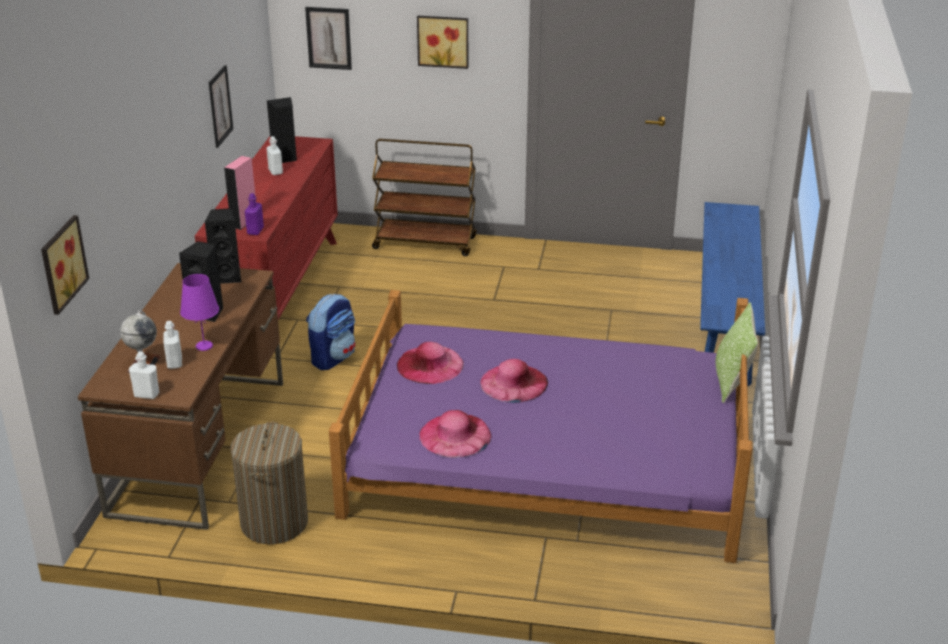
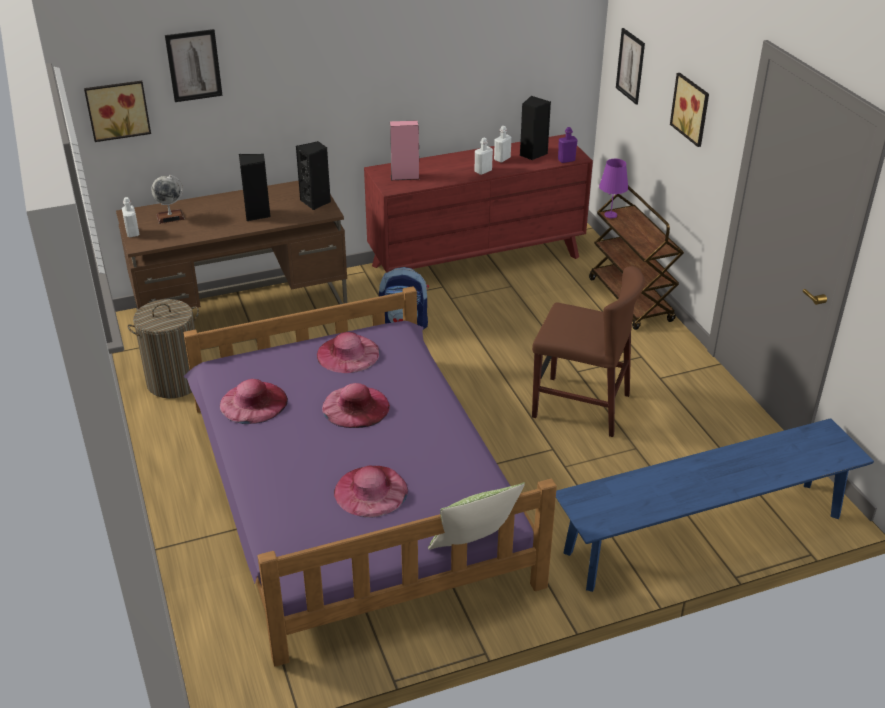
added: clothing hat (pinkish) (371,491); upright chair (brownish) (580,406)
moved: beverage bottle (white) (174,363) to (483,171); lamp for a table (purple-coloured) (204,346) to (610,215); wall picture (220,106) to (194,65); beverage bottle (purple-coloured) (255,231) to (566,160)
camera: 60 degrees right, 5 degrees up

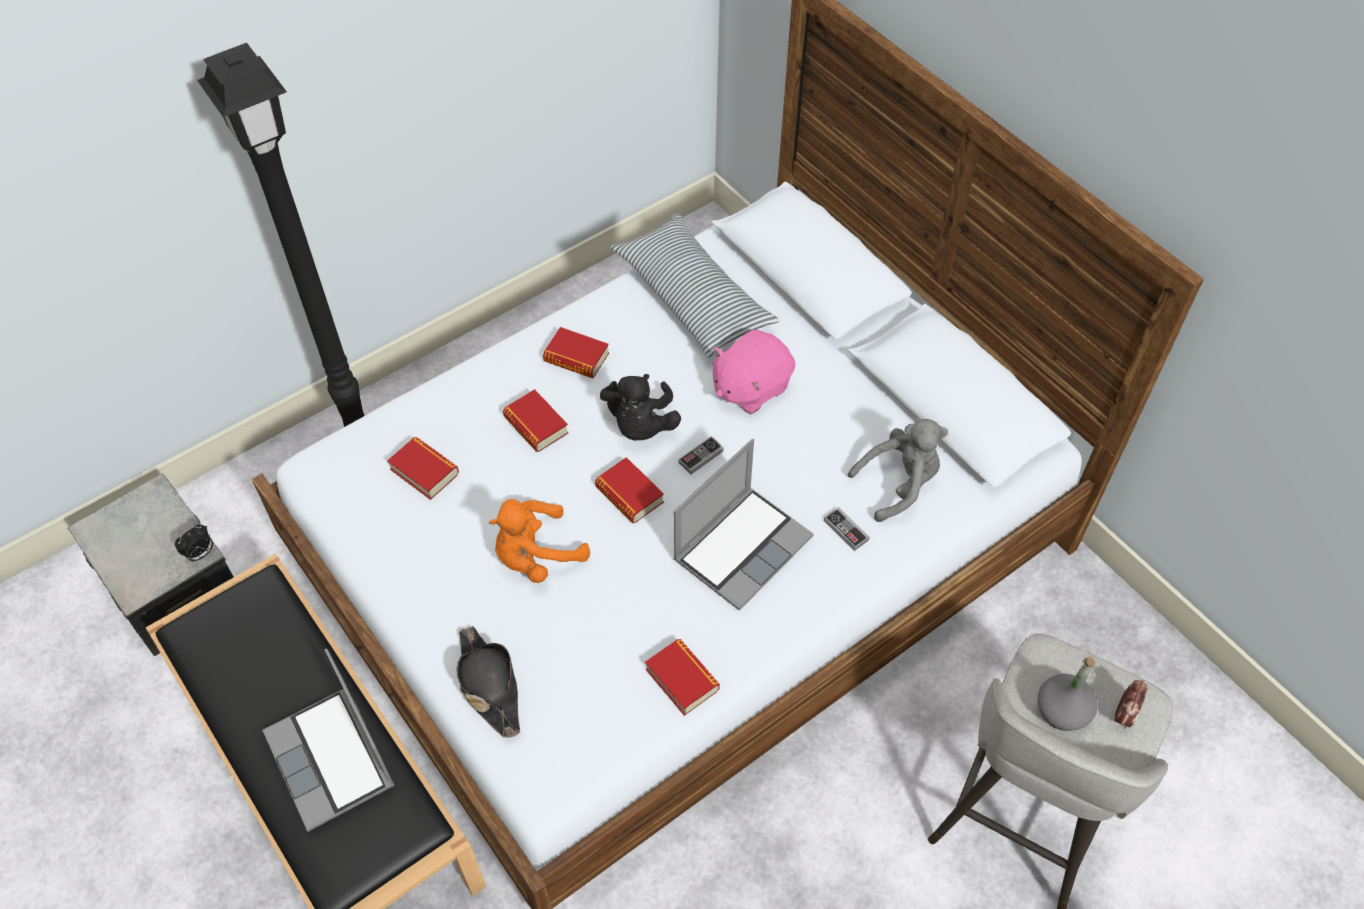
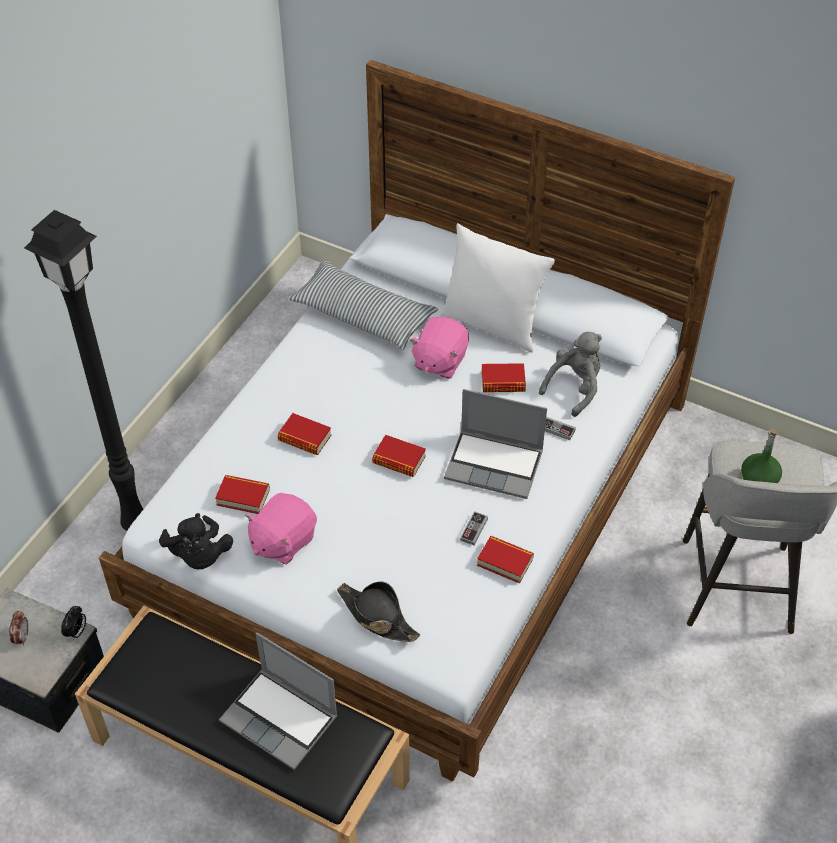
removed: plush toy (orangey) (536,556)
added: plush toy (pinkish) (282,541); cushion (white) (493,324)
moved: bound book (576,358) to (503,382); plush toy (black-coloured) (640,425) to (199,556); game controller (701,457) to (474,529); bedside clock (1123,715) to (22,637)
recoloured: beverage bottle (greyish) (1062,710) to beverage bottle (greenish) (759,479)
turned: laptop (742,547) = (495,465) 90 degrees clockwise
camera: 25 degrees left, 5 degrees down

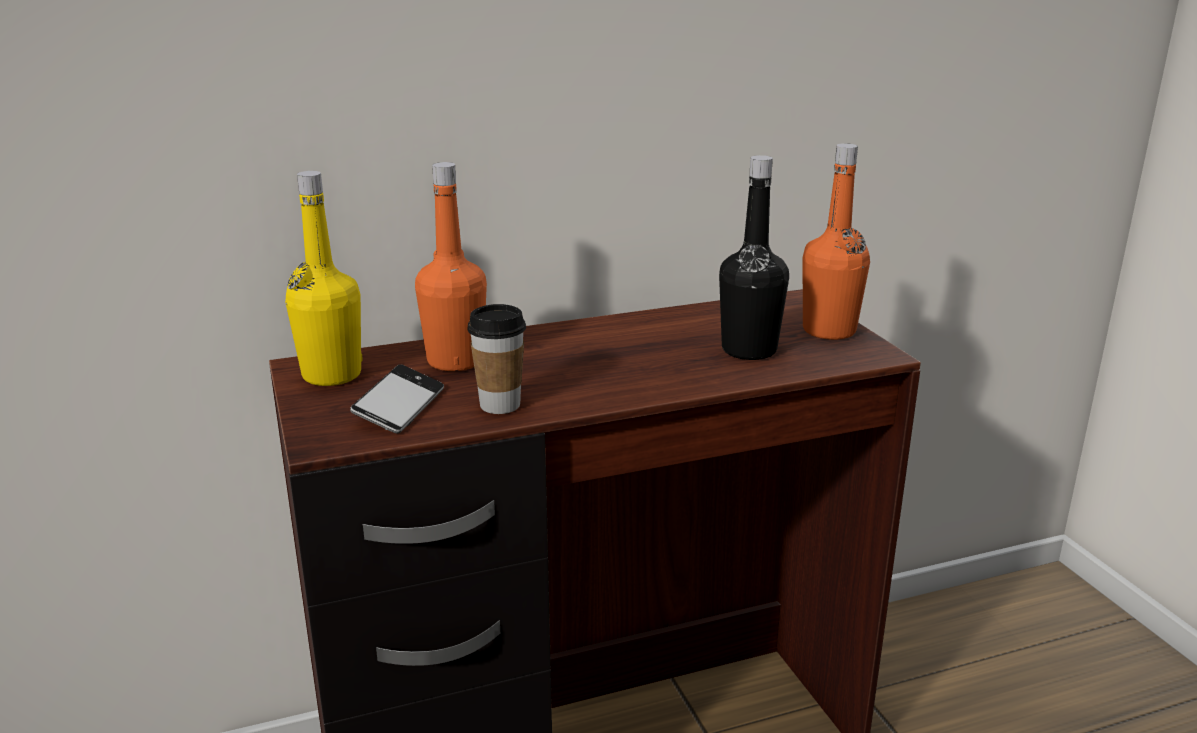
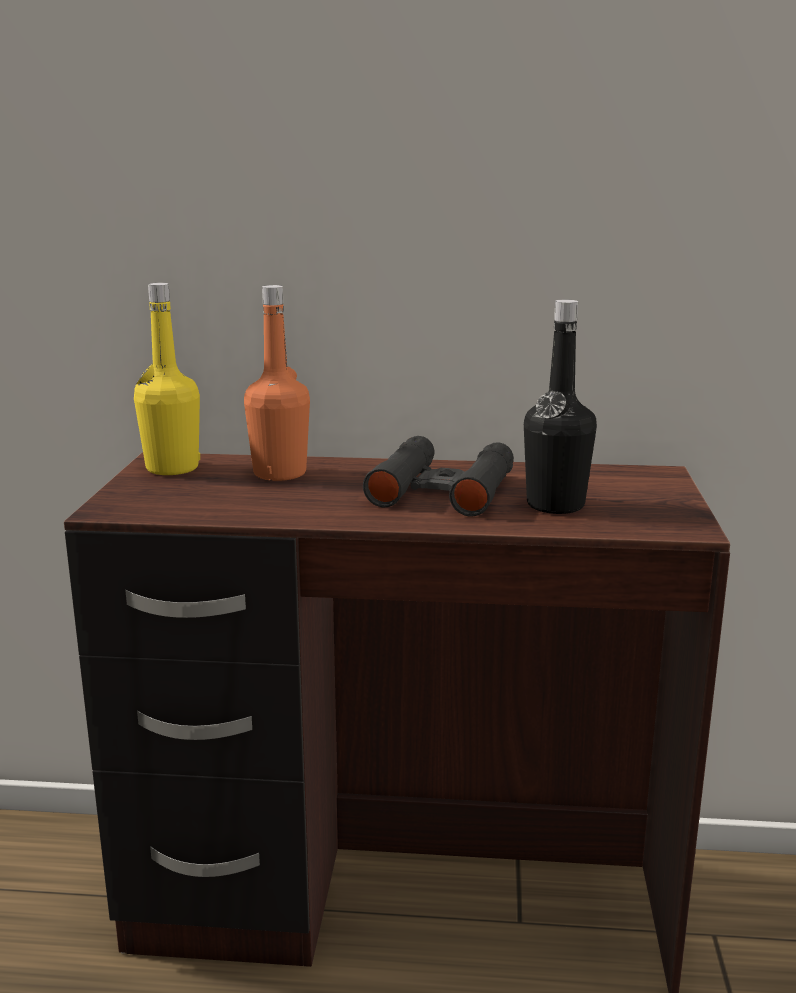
removed: handset (399,407); cup (500,405); beverage bottle (orangey) (829,330)
added: field glasses (black-coloured) (442,490)
camera: 25 degrees right, 5 degrees down

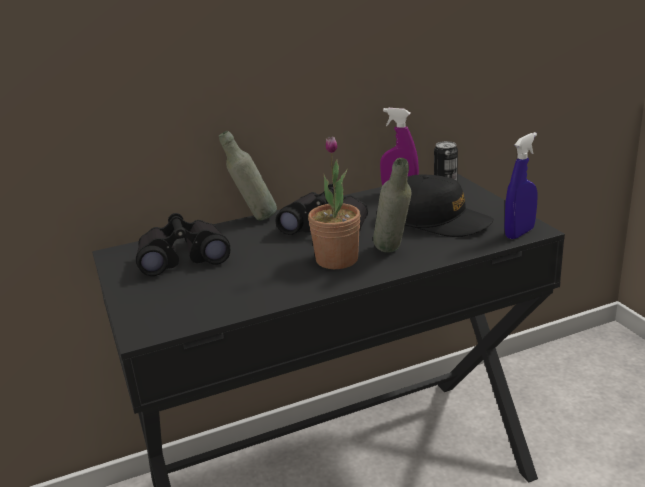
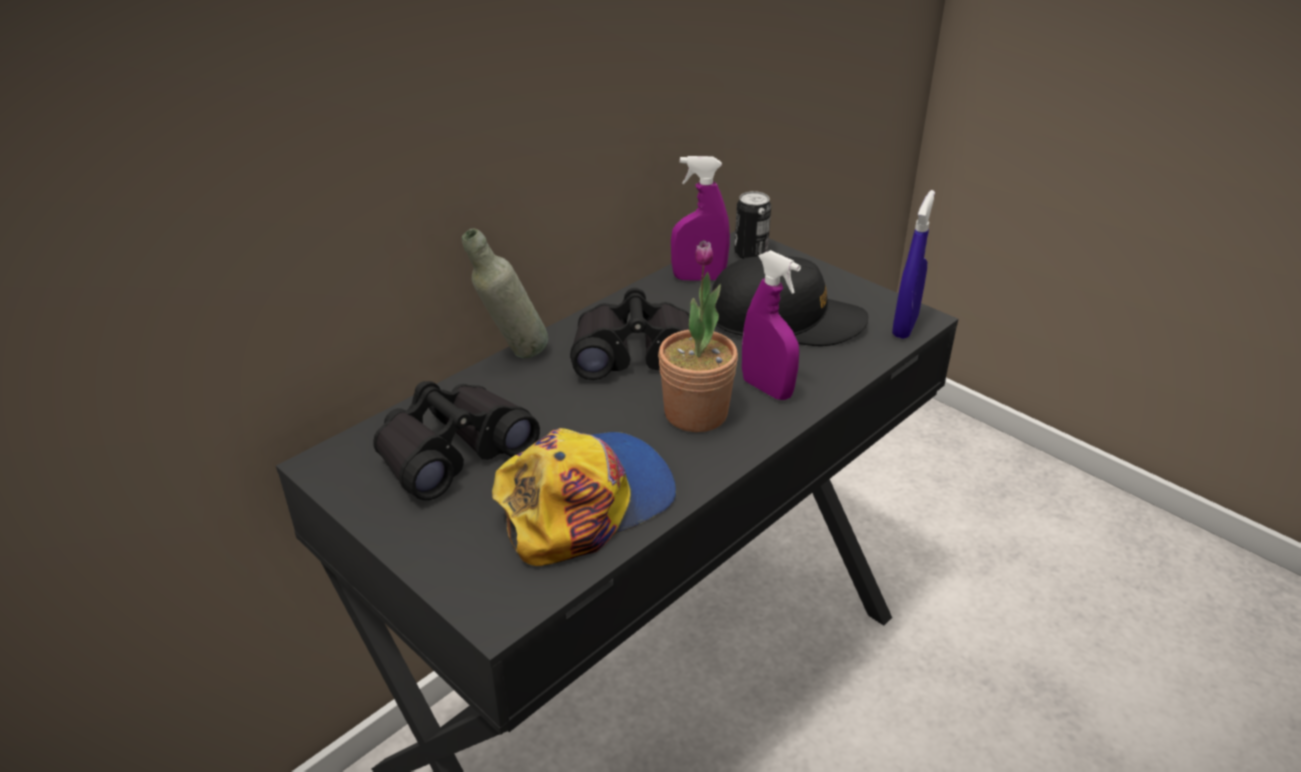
added: peaked cap (585,501)
replaced: beverage bottle (greyish) (393,253) to spray bottle (purple-coloured) (767,389)
camera: 25 degrees left, 10 degrees up

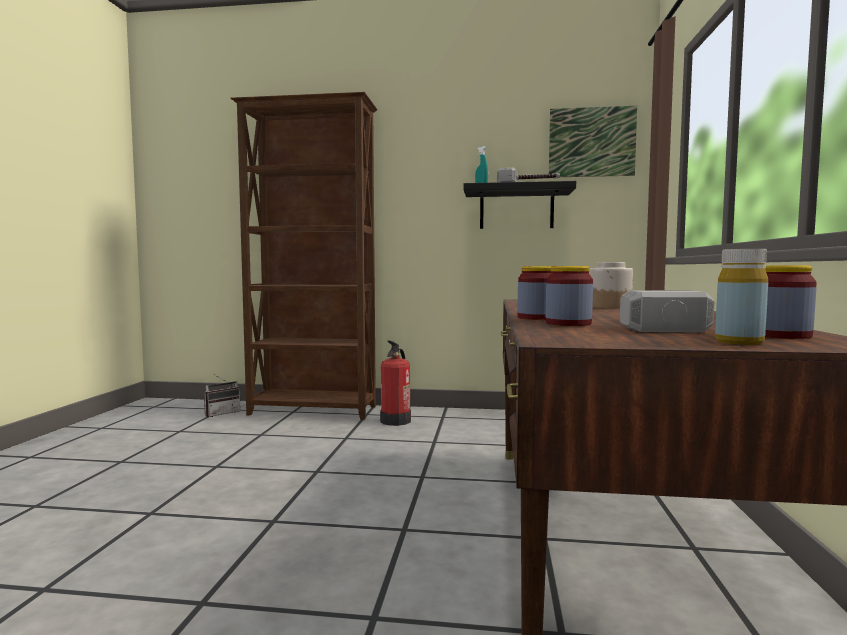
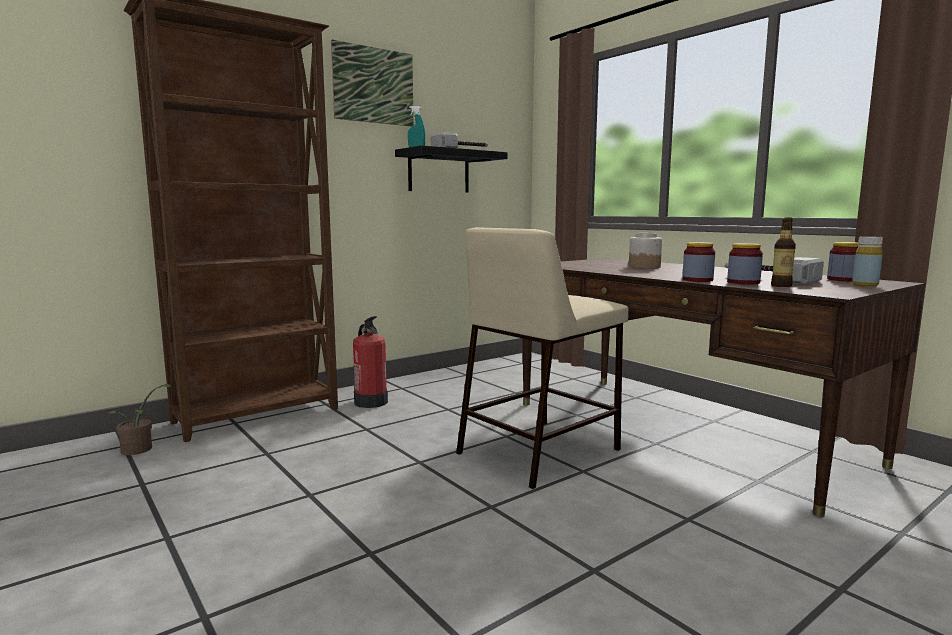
added: stool (beige-coloured) (540,450); beverage bottle (781,286)
moved: wall picture (591,142) to (373,85)
replaced: radio (221,413) to houseplant (140,450)
camera: 45 degrees left, 5 degrees up

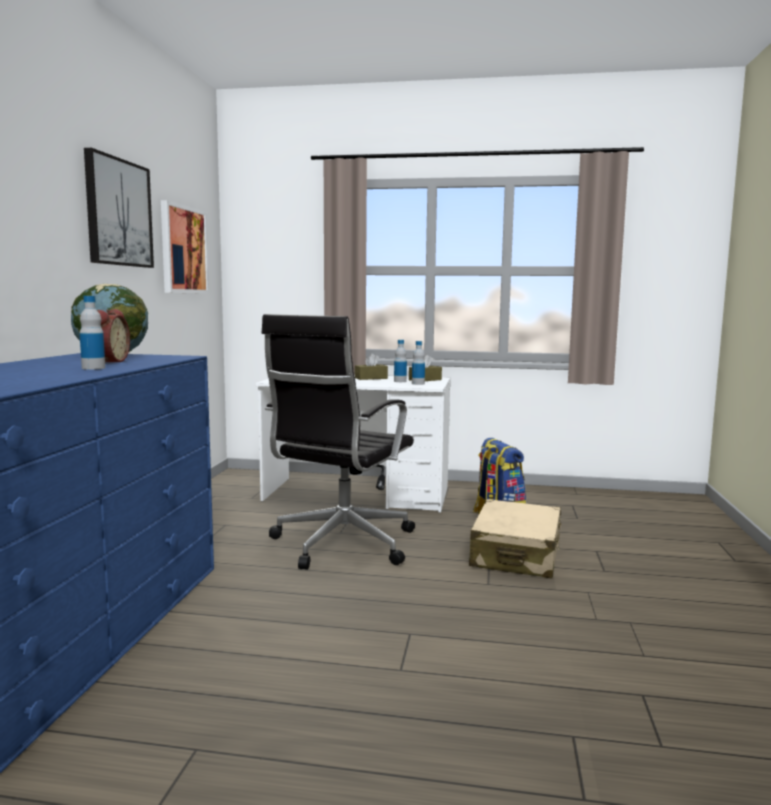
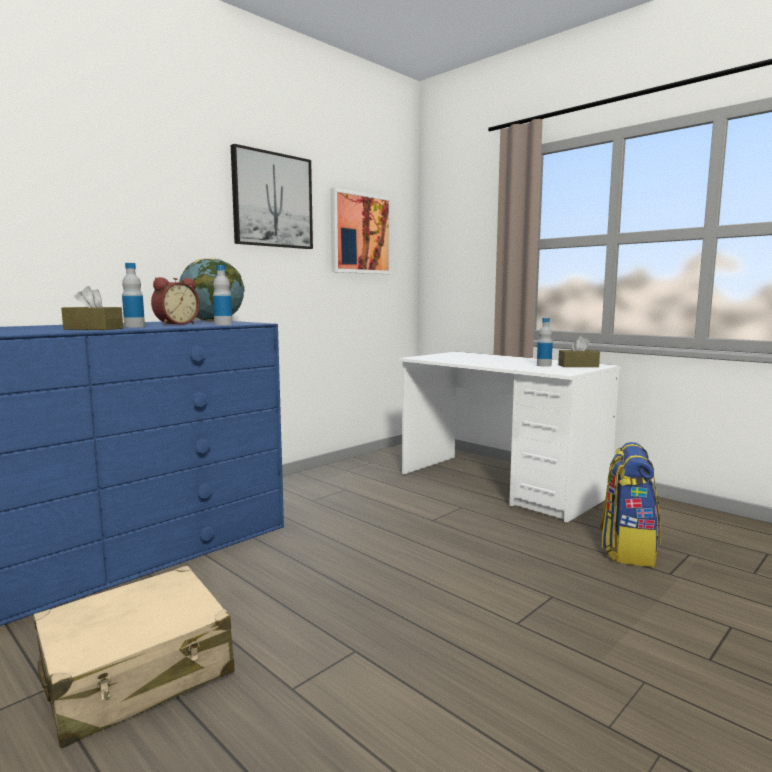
removed: office chair (black-coloured) (340,544)
moved: tissue holder (brownish) (371,378) to (93,329); beverage bottle (418,383) to (223,324); piece of luggage (beige-coloured) (516,555) to (138,673)
camera: 35 degrees right, 0 degrees up

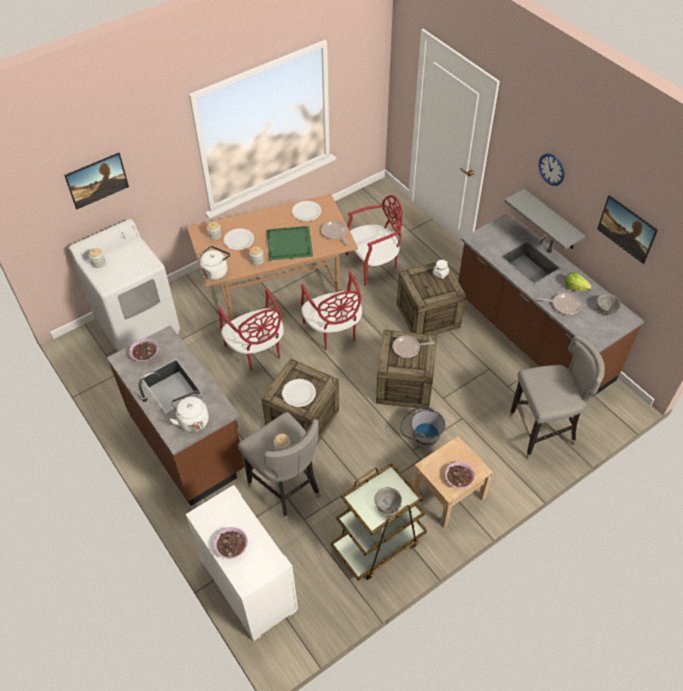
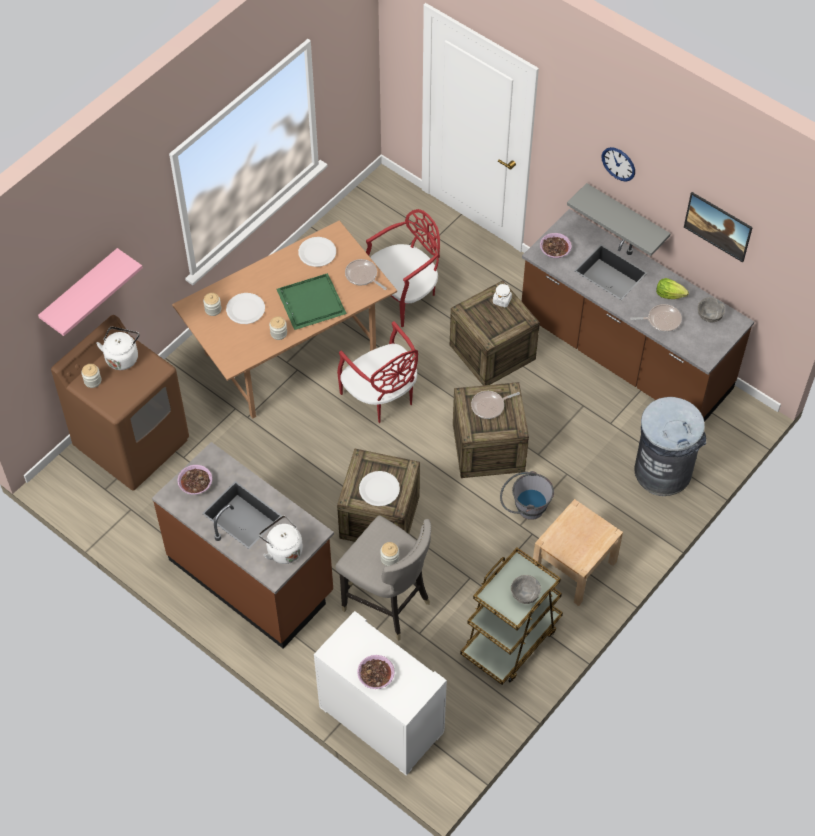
removed: upright chair (red-coloured) (256,350)
moved: tea kettle (white) (215,271) to (122,357); deep dish (458,478) to (554,250)
replaced: wall picture (99,189) to shelf (pinkish) (80,291); stool (greyish) (542,432) to waste bin (greyish) (663,471)
recoloured: laundry appliance (white) (139,327) to laundry appliance (brownish) (132,443)
camera: 15 degrees left, 5 degrees up

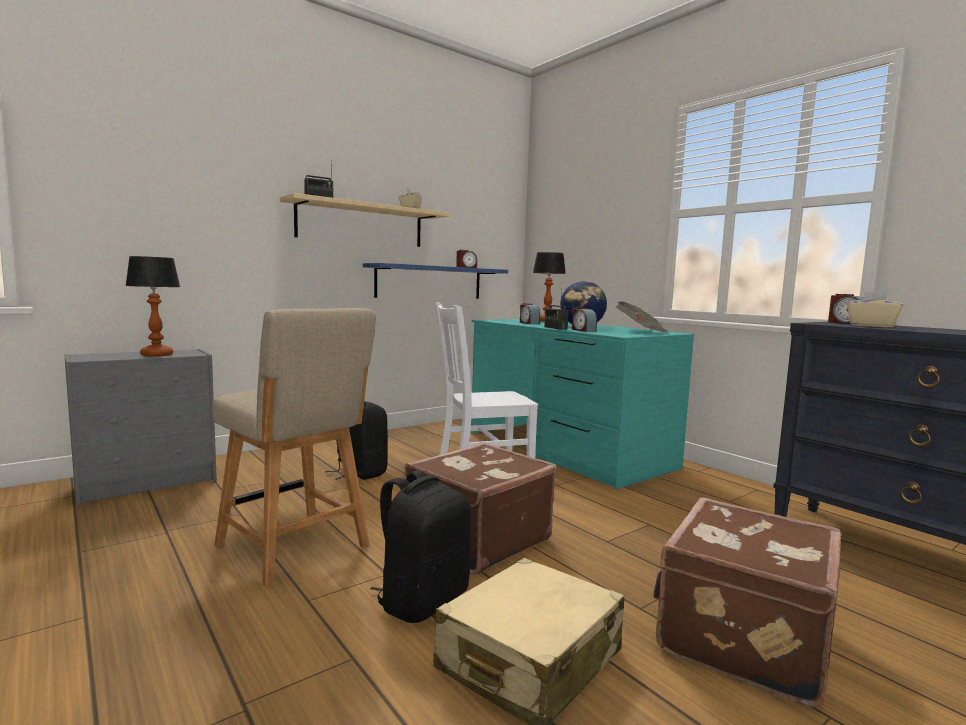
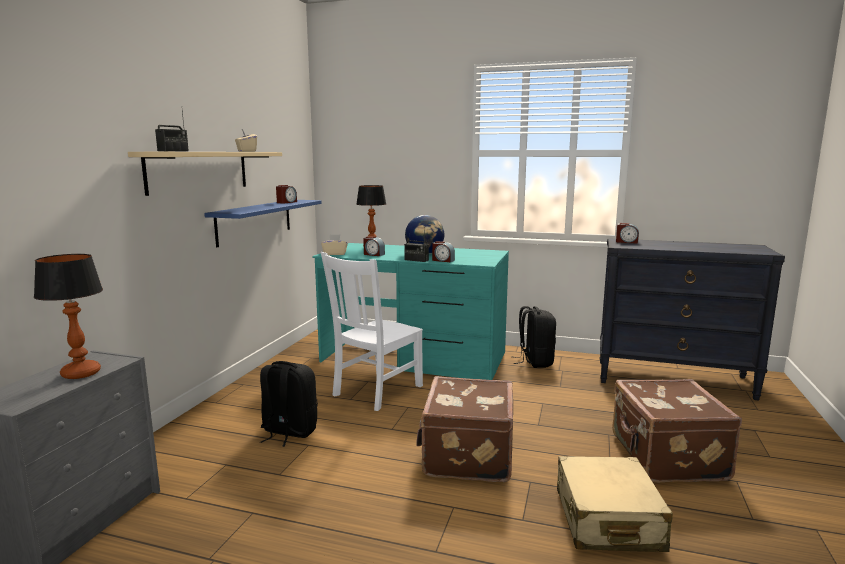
removed: upright chair (beige-coloured) (296,548); daily paper (641,331)
moved: rucksack (black-coloured) (422,600) to (535,362); tissue holder (beige-coloured) (871,326) to (335,254)
camera: 35 degrees left, 5 degrees up

